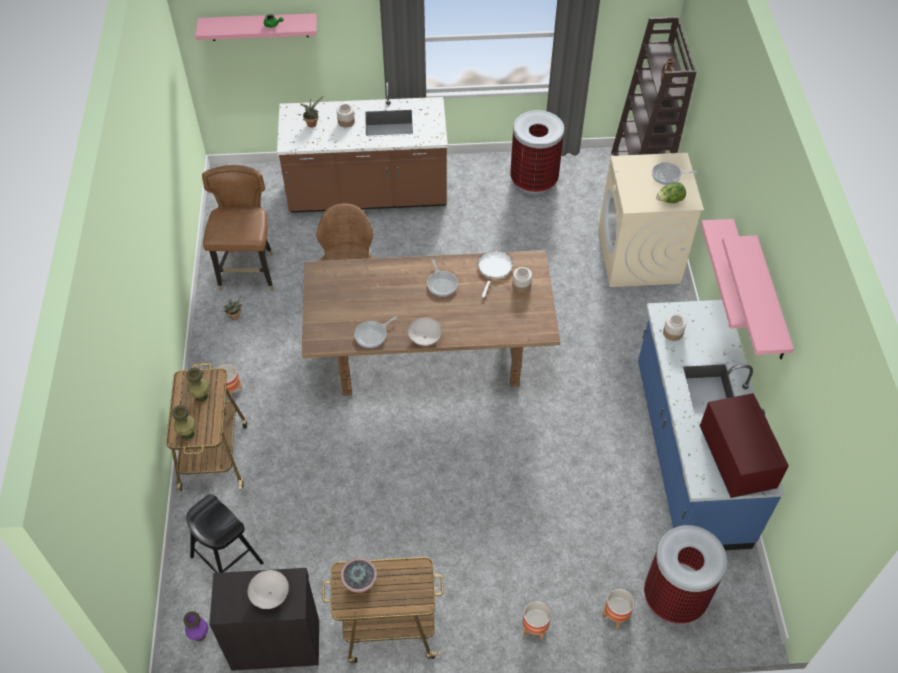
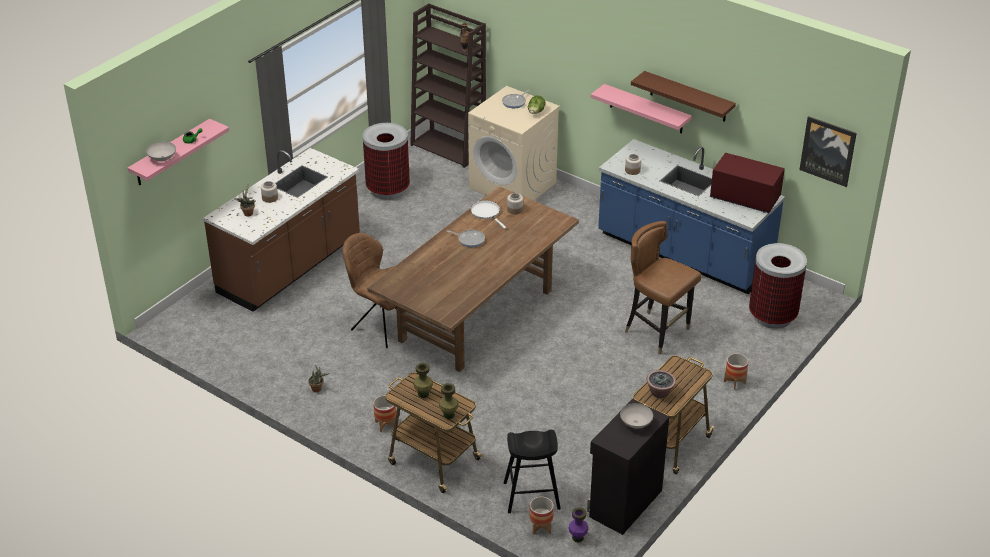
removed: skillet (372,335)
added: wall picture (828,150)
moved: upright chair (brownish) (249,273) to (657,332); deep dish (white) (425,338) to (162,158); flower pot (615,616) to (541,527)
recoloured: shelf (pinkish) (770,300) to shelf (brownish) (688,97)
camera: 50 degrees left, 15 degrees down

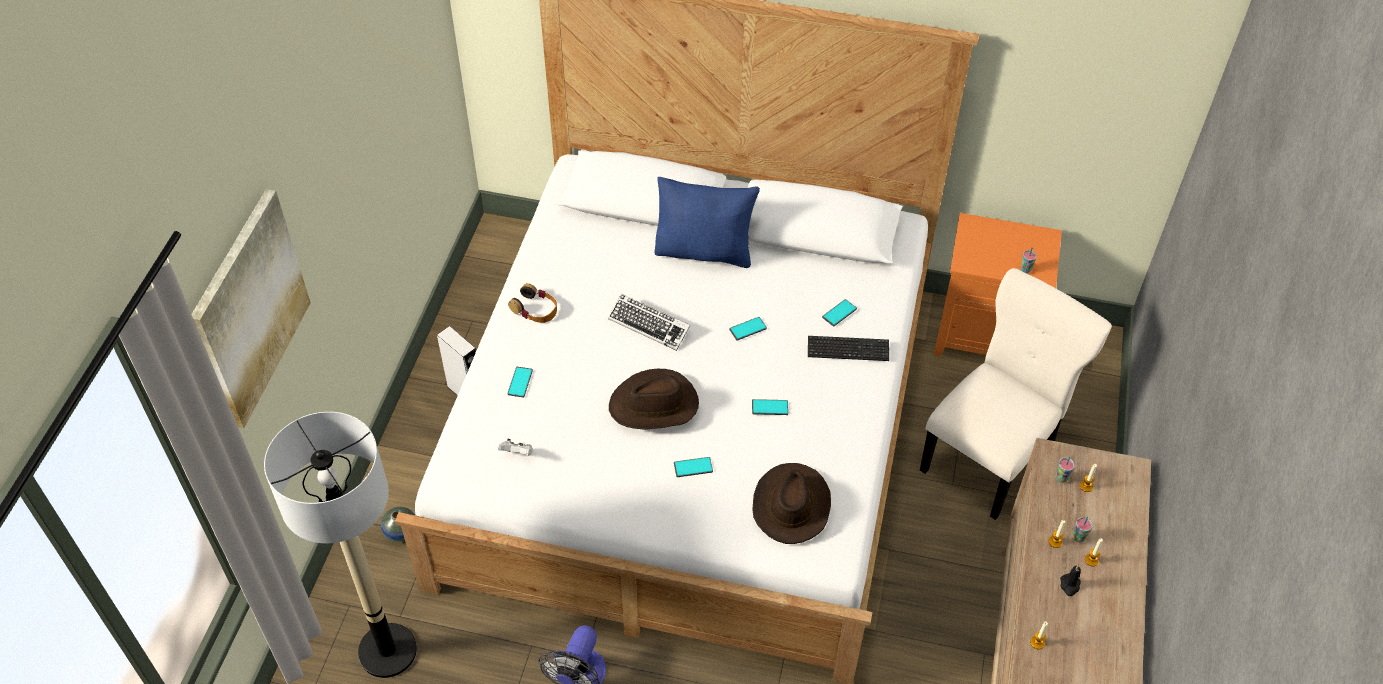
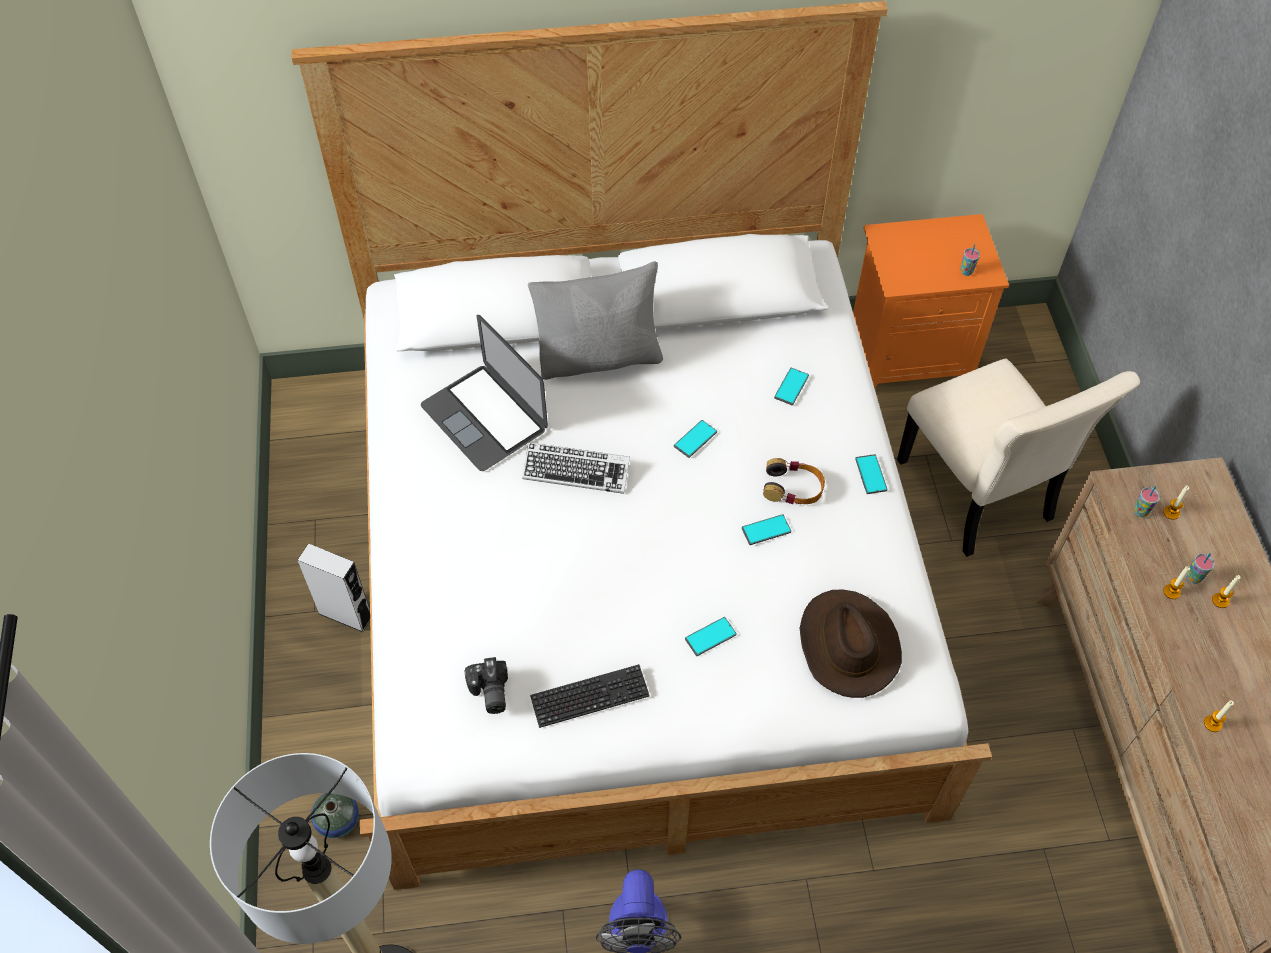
removed: wall picture (249,308); clothing hat (brownish) (654,405); candle (black-coloured) (1069,585)
added: laptop (484,417)
moved: handset (520,382) to (870,474); pair of headphones (535,309) to (793,487); keyboard (848,349) to (590,697)
replaced: game controller (white) (517,453) to still camera (488,693)
recoloured: cushion (blue-coloured) (705,251) to cushion (greyish) (600,357)
turned: upright chair (beige-coloured) (991,457) = (977,495) 135 degrees clockwise
camera: 20 degrees left, 5 degrees up

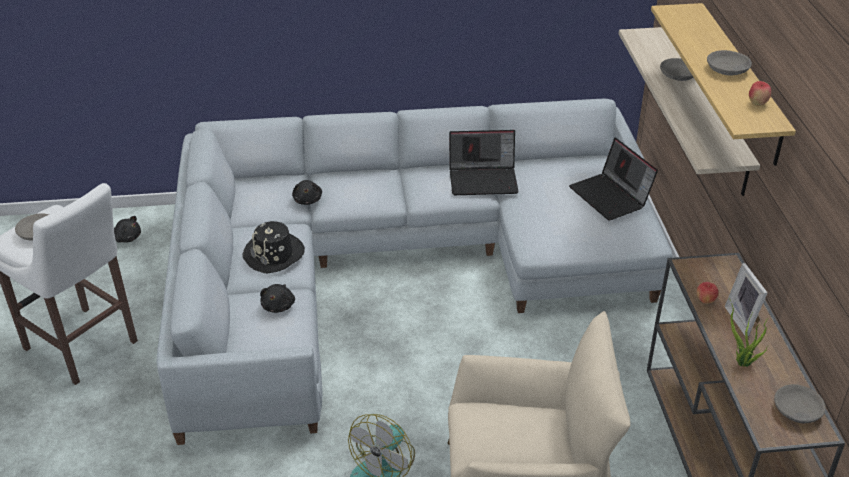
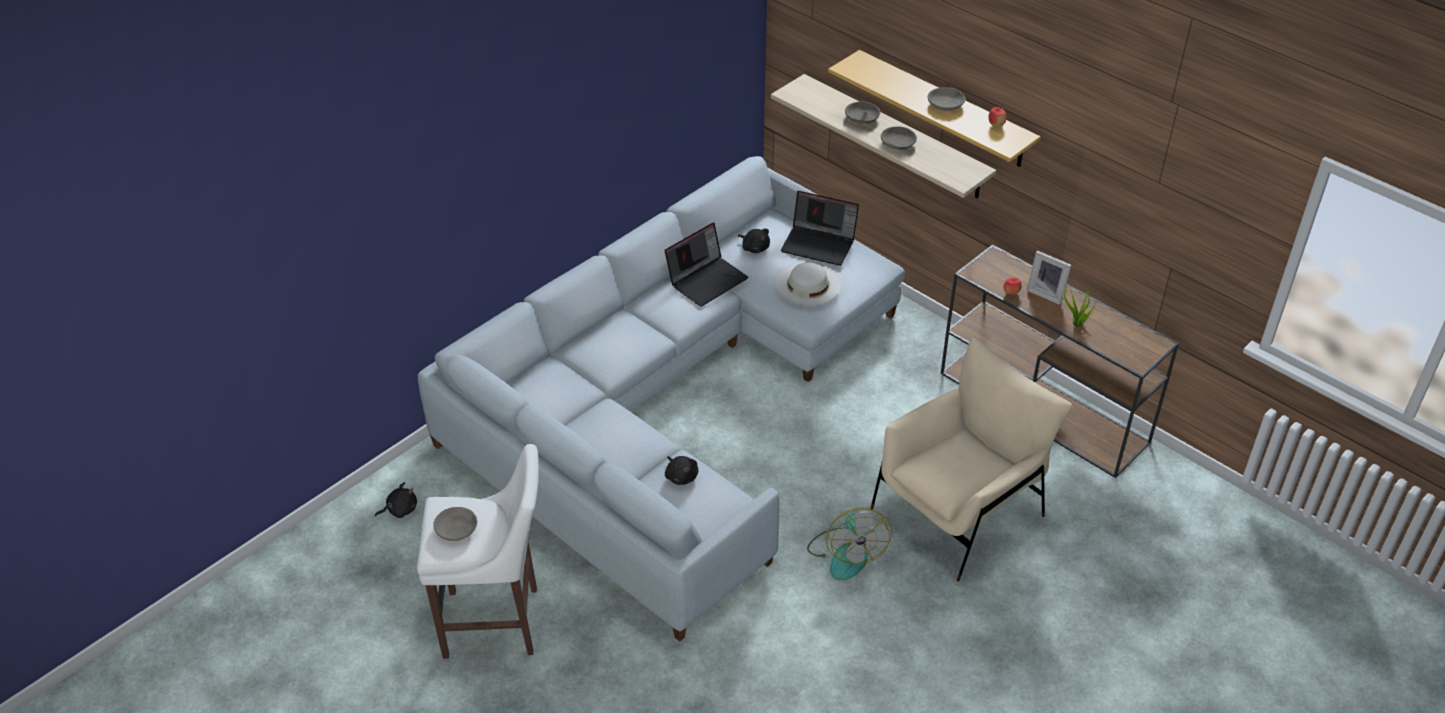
removed: clothing hat (black-coloured) (274,254)
added: clothing hat (white) (808,284)
moved: plush toy (black-coloured) (308,200) to (754,247); deep dish (greyish) (797,410) to (898,144)
camera: 40 degrees left, 5 degrees up

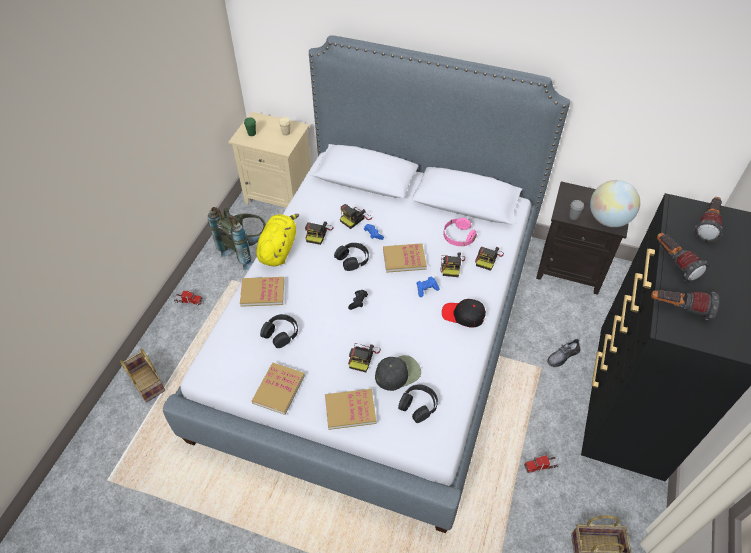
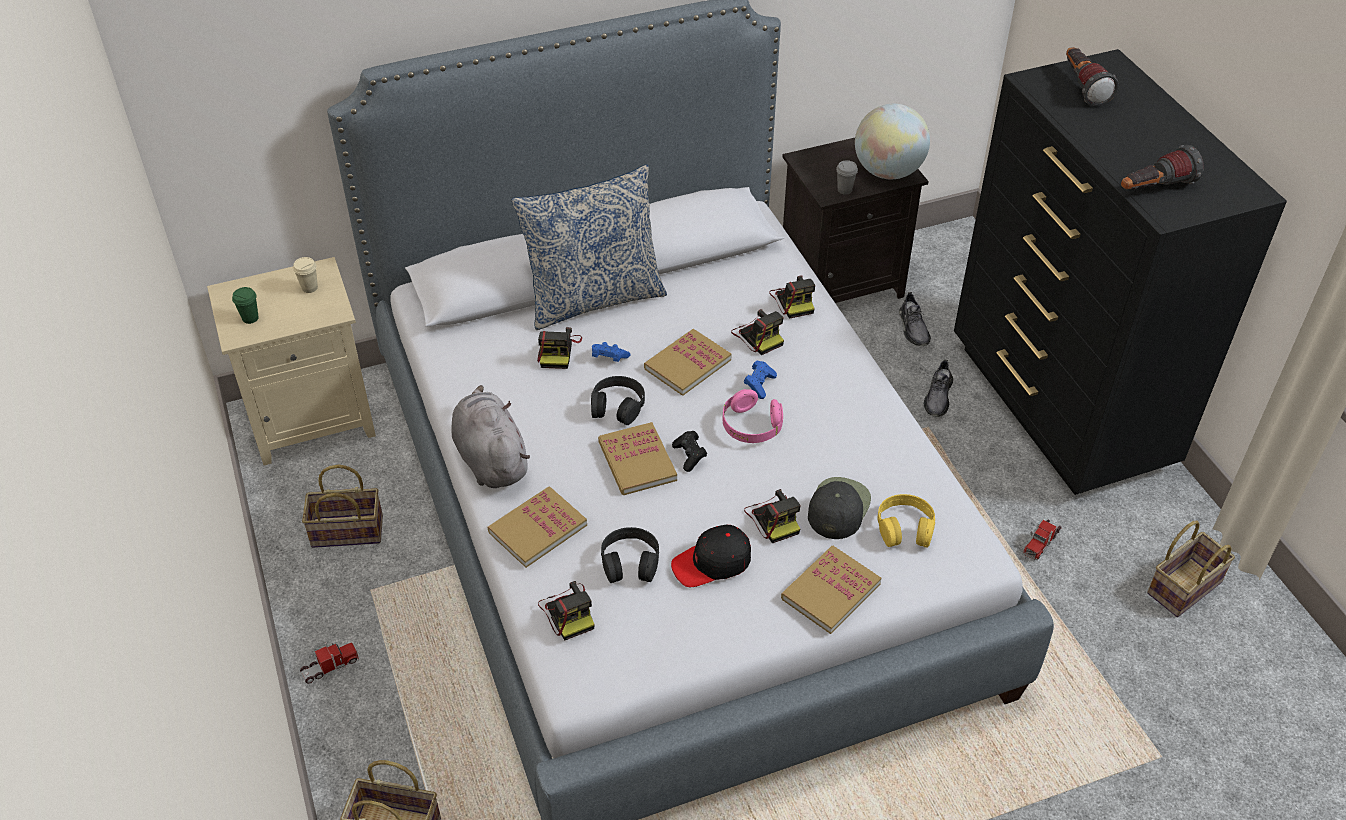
removed: torch (673,263)
added: cushion (594,298); item of footwear (greyish) (913,328)
moved: bound book (278,389) to (637,461); still camera (318,233) to (568,612); peaked cap (black-coloured) (463,315) to (712,563); pair of headphones (pinkish) (458,237) to (751,427)
replaced: rucksack (greyish) (246,250) to household basket (345,533)
recoloured: plush toy (yellow) (278,249) to plush toy (greyish) (490,458); pair of headphones (black-coloured) (418,405) to pair of headphones (yellow) (905,528)
camera: 40 degrees left, 5 degrees down

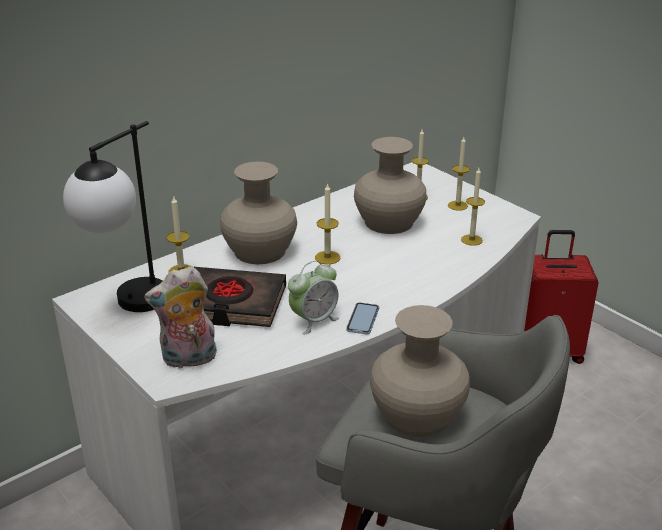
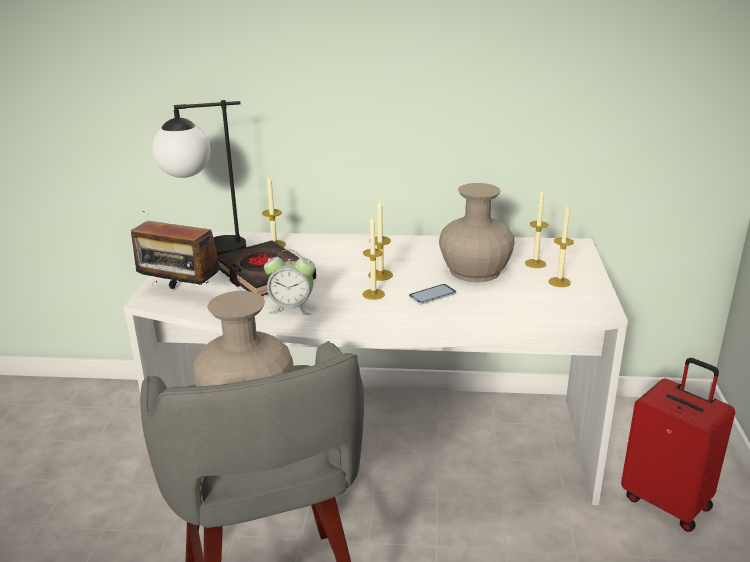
removed: vase (beige-coloured) (260,251)
moved: handset (362,319) to (432,295); candle (471,240) to (373,294)
replaced: plush toy (188,360) to radio (180,294)
camera: 45 degrees right, 5 degrees down

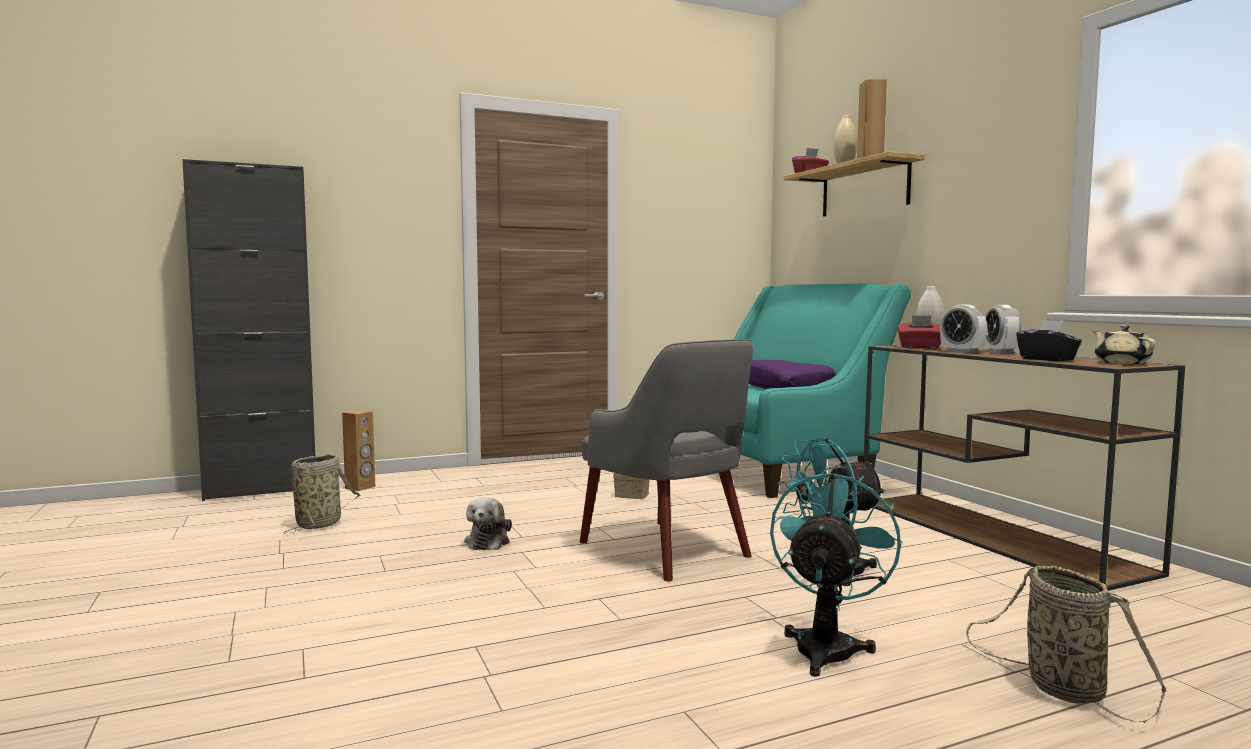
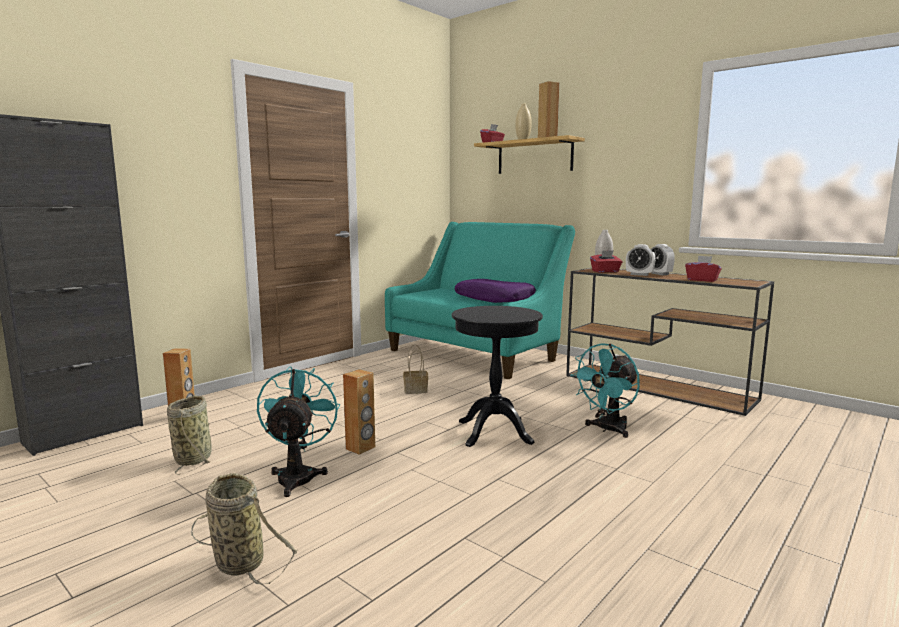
removed: tea pot (beige-coloured) (1121,363)
moved: fan (blue-green) (827,645) to (298,475); household basket (1059,687) to (237,561)
replaced: plush toy (488,541) to audio speaker (brownish) (360,448); easy chair (greyish) (667,550) to end table (black-coloured) (494,432)
recoloured: tissue holder (black-coloured) (1047,359) to tissue holder (red-coloured) (702,280)
camera: 25 degrees left, 5 degrees up

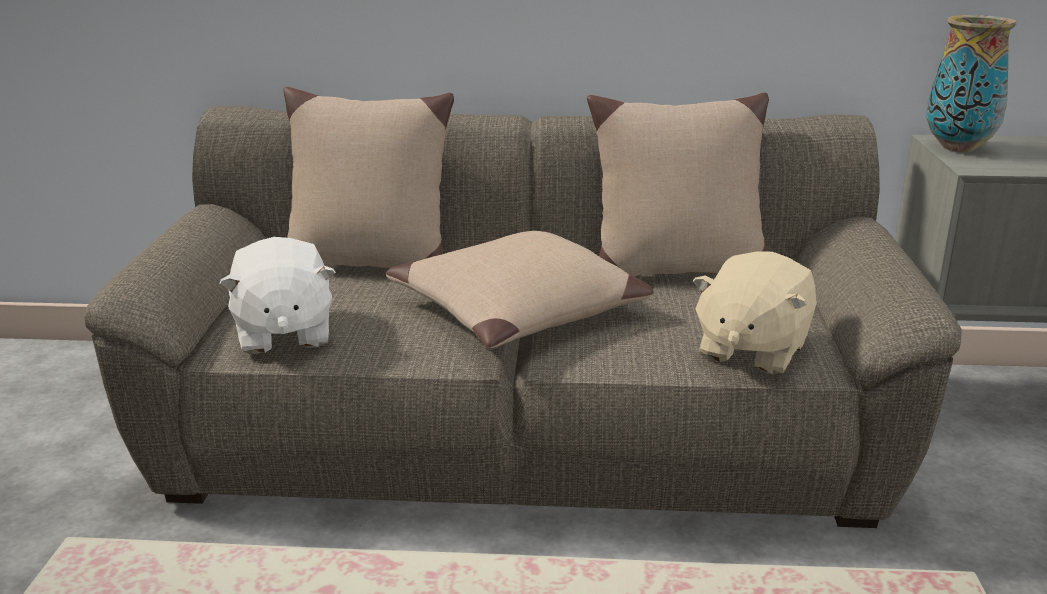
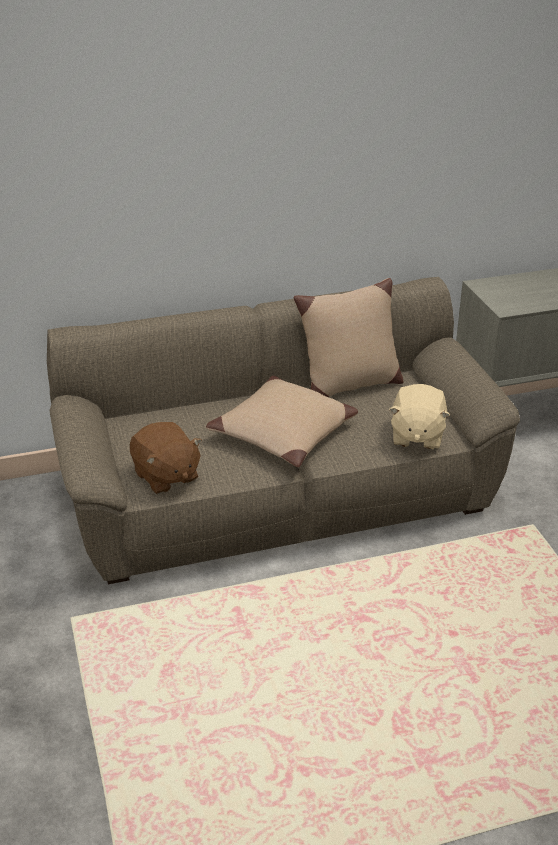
removed: cushion (beige-coloured) (368,264); vase (957,148)
recoloured: plush toy (white) (283,334) to plush toy (brownish) (165,476)
camera: 20 degrees left, 10 degrees up

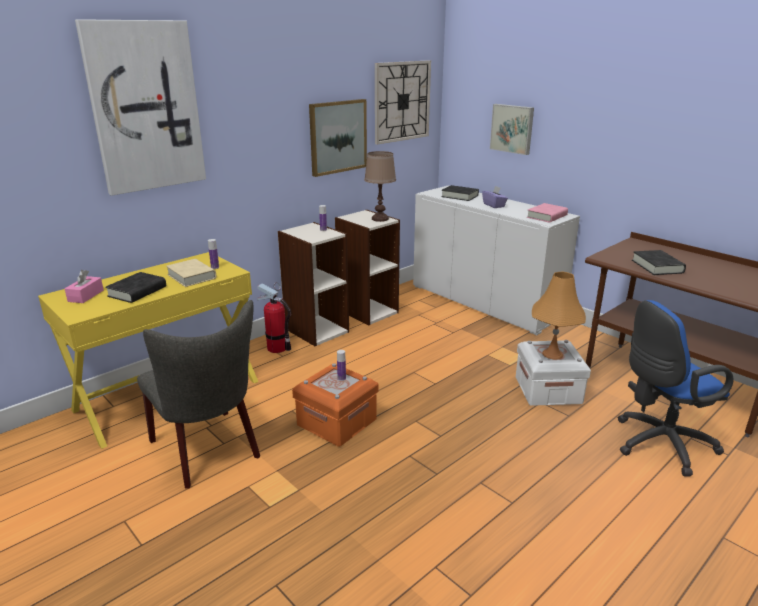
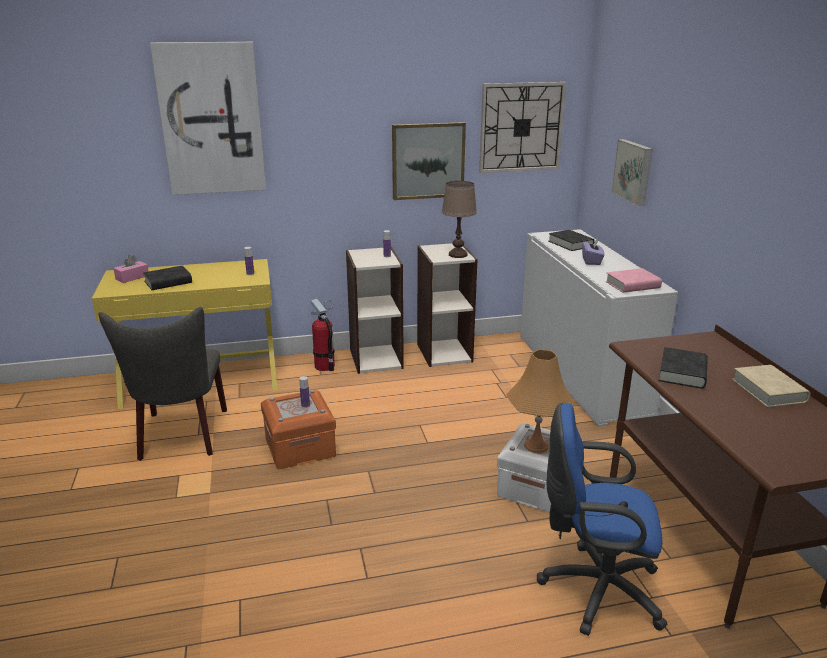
moved: bound book (beige-coloured) (192,276) to (768,391)
camera: 30 degrees right, 0 degrees up

